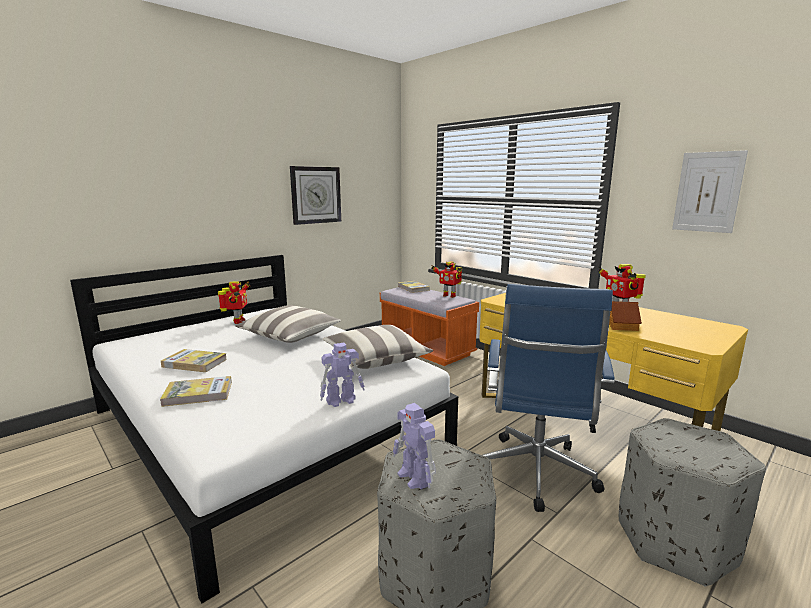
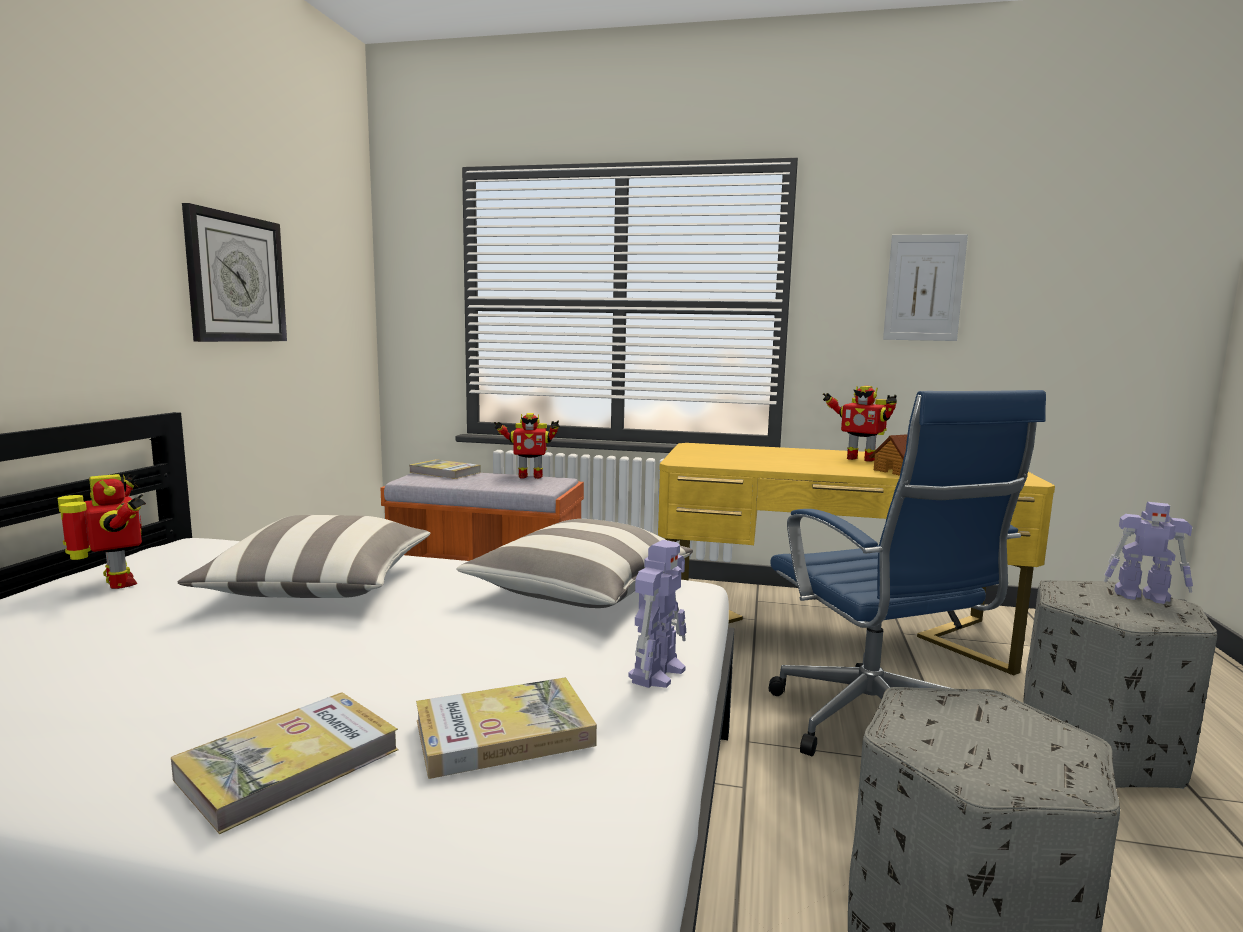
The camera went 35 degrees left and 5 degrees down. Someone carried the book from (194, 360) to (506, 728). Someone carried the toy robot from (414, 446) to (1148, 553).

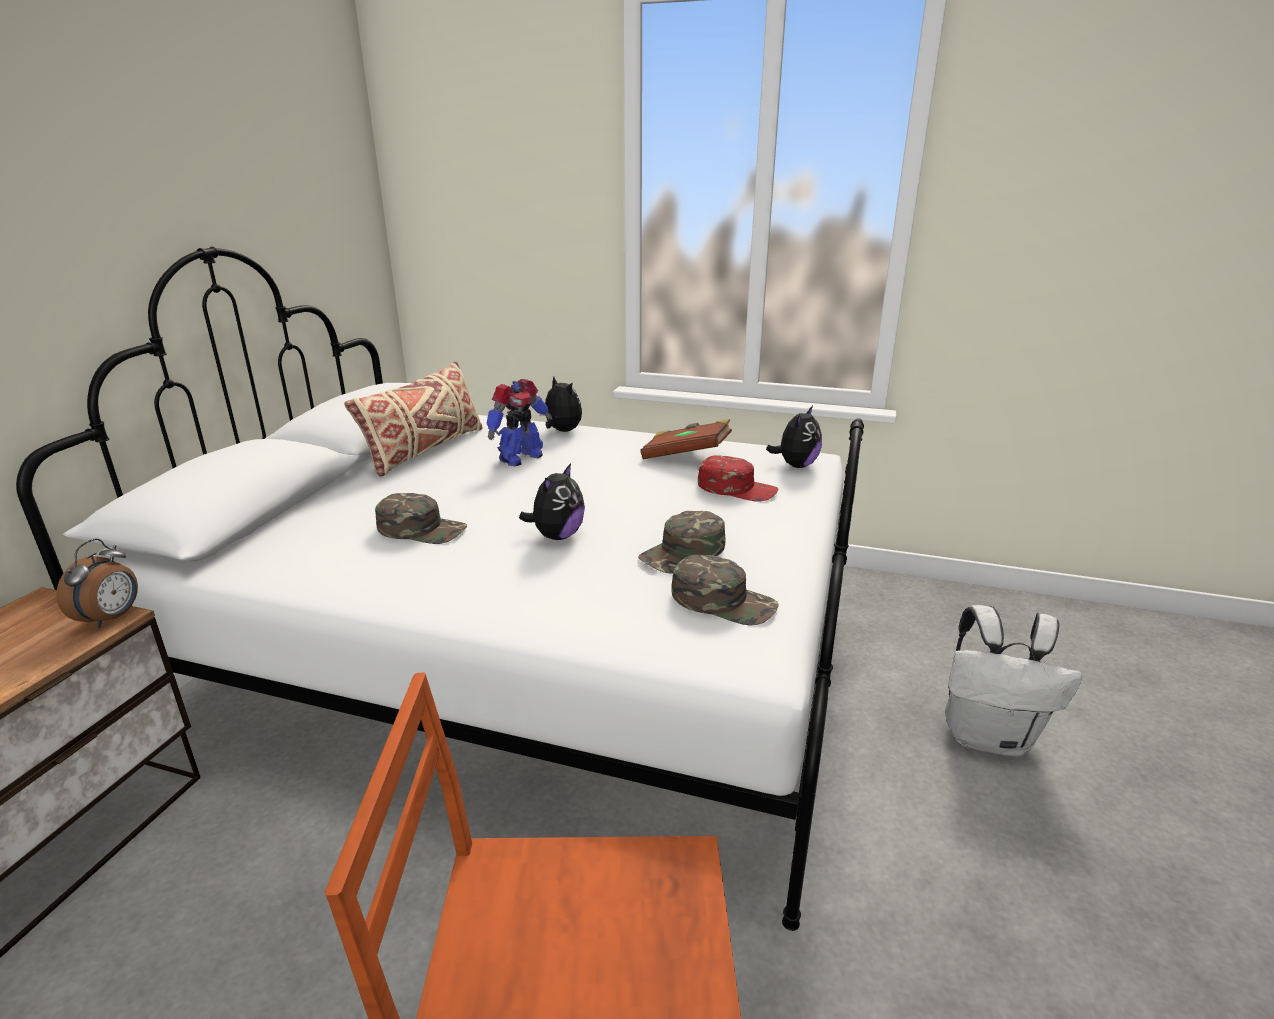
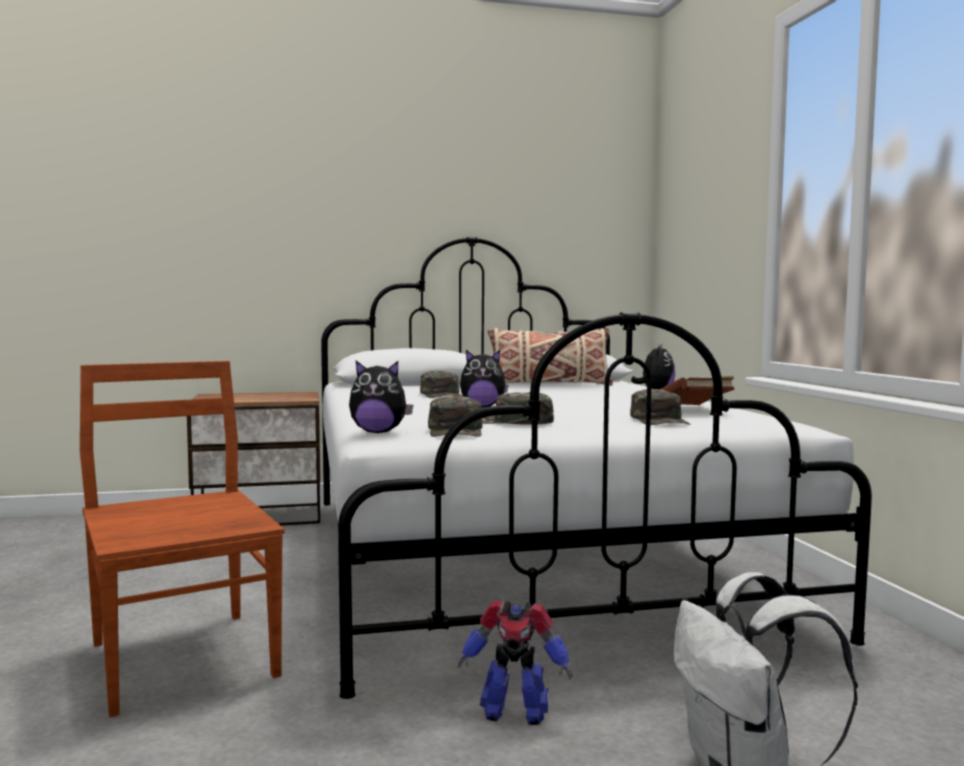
The camera went 60 degrees right and 20 degrees down. Someone took away the alarm clock at (97, 583). Someone carried the toy robot from (519, 422) to (515, 662). Someone repainted the cap (red) at (738, 478), which became the cap (green) at (660, 407). Someone carried the plush toy from (794, 436) to (381, 397).

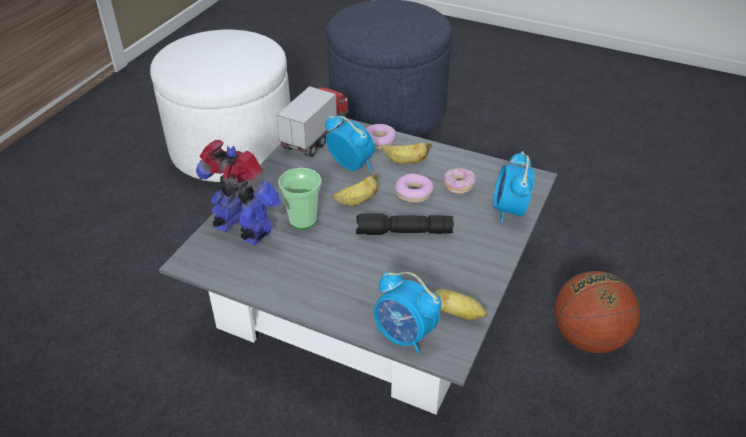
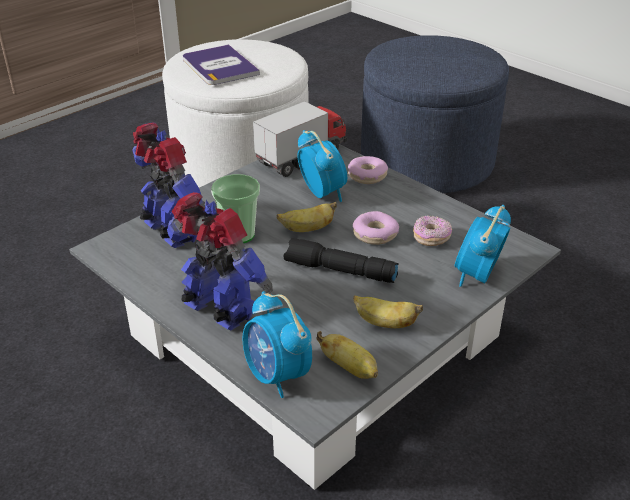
The camera went 20 degrees right and 5 degrees down. Someone carried the banana from (407, 153) to (388, 311). Someone took away the basketball at (597, 312). Someone put down the toy robot at (220, 261). Someone put down the book at (221, 64).

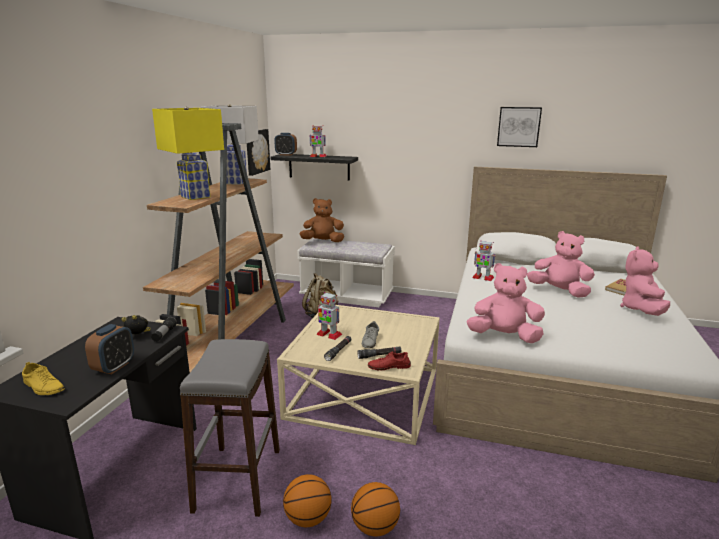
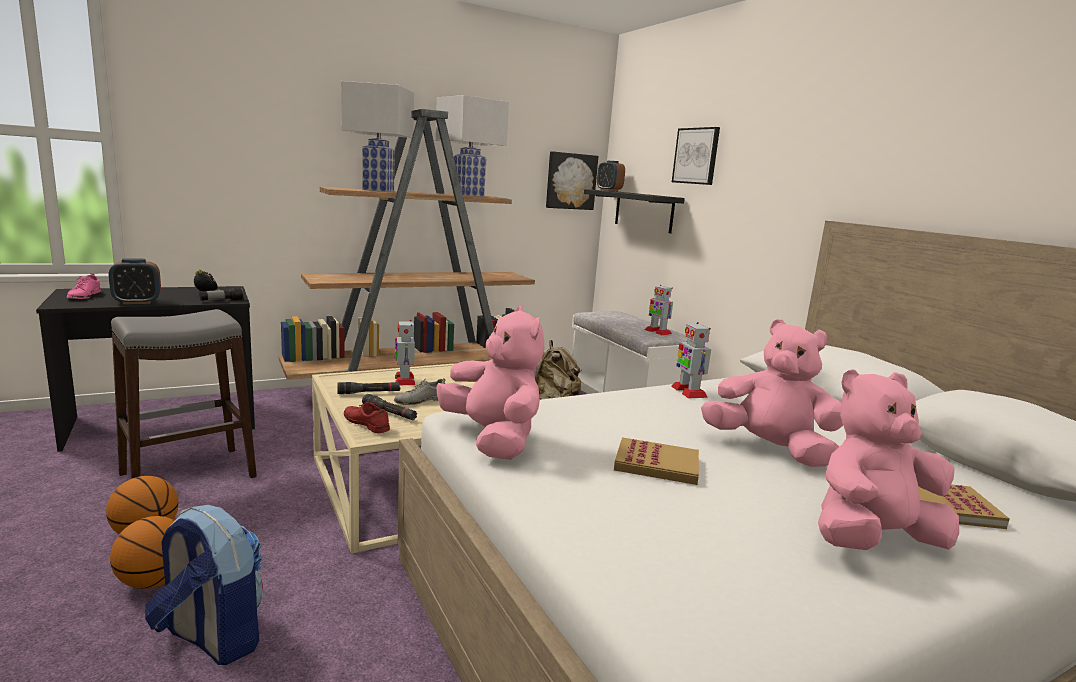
The camera went 45 degrees right and 5 degrees down. Someone repainted the shoe (yellow) at (43, 378), which became the shoe (pink) at (84, 286). Someone repainted the table lamp (yellow) at (188, 153), which became the table lamp (white) at (377, 136). Someone took away the plush toy (brown) at (322, 220). Someone carried the toy robot from (317, 141) to (659, 310). Someone carried the picture from (519, 127) to (696, 156). Someone rotated the plush toy (pink) at (561, 264) by 45 degrees counterclockwise. Someone put down the backpack at (204, 585). Someone put down the book at (656, 461).

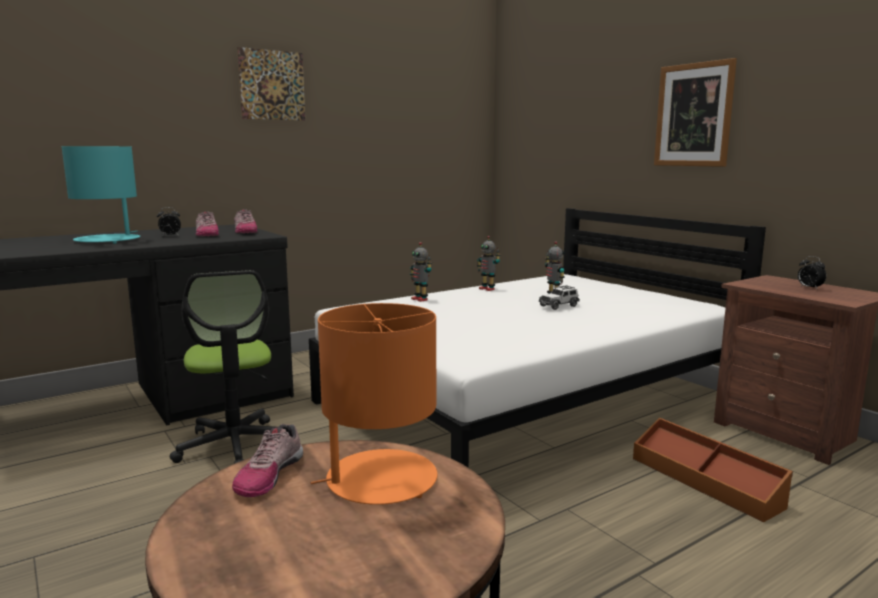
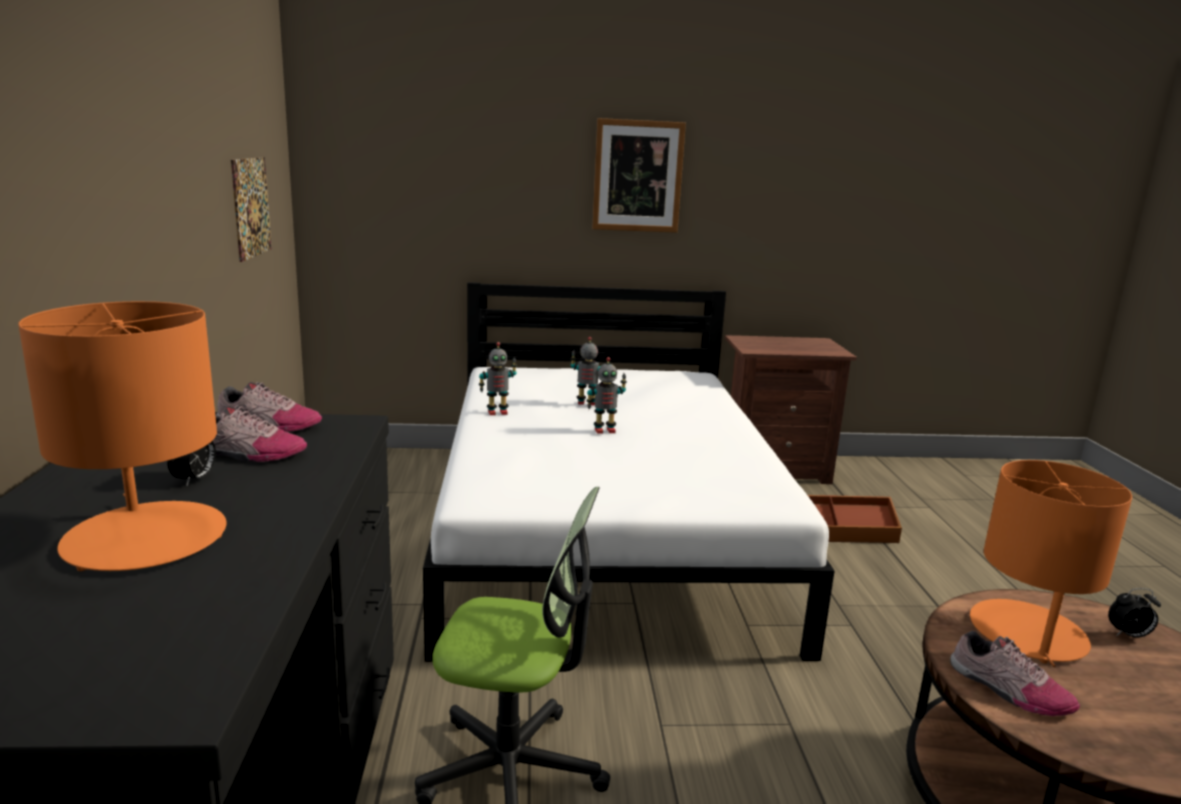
The camera went 60 degrees left and 5 degrees up. Someone repainted the table lamp (turquoise) at (101, 195), which became the table lamp (orange) at (122, 436). Someone carried the picture from (271, 84) to (251, 209). Someone carried the toy robot from (421, 272) to (607, 395). Someone took away the toy car at (559, 297). Someone carried the alarm clock from (812, 272) to (1134, 612).

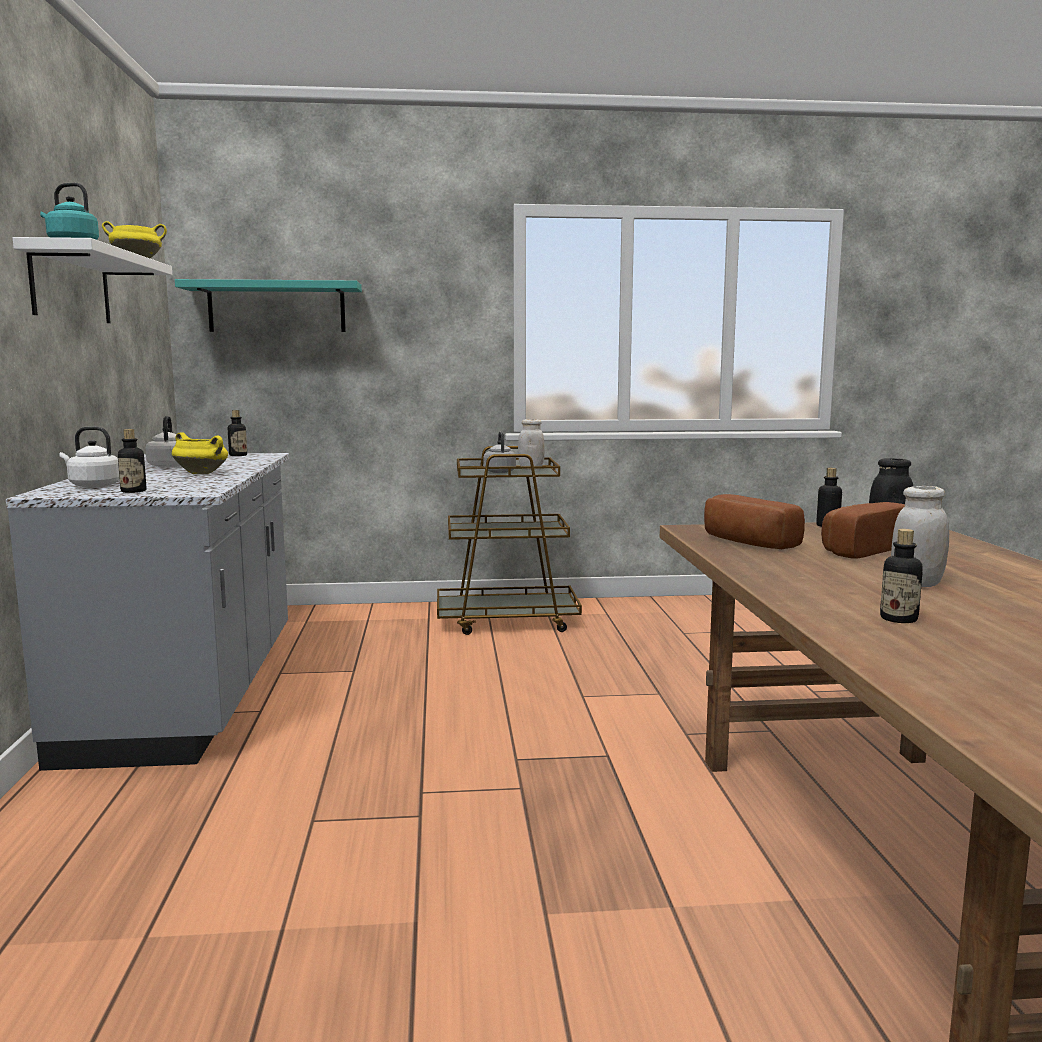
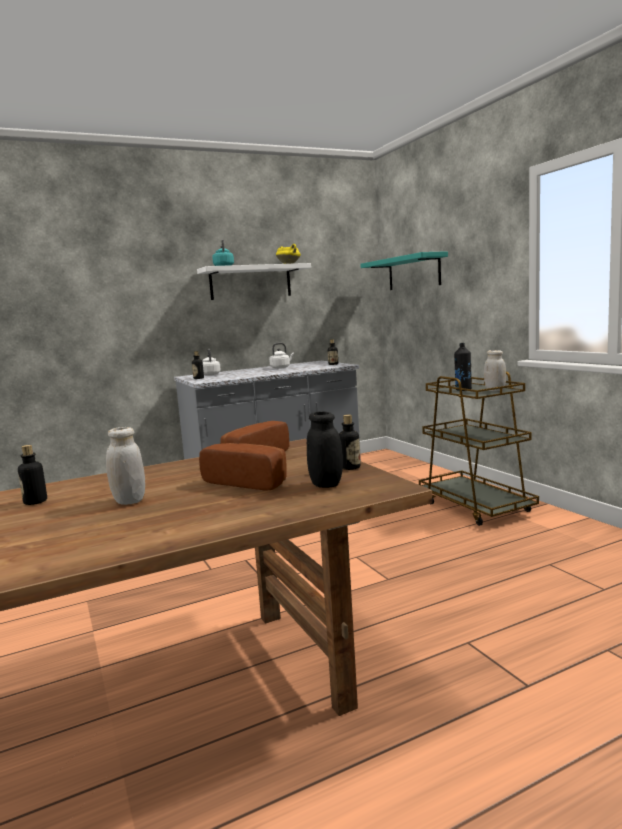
The camera went 70 degrees right and 0 degrees up. Someone took away the cooking pot (yellow) at (200, 453). Someone swapped the kettle (grey) at (500, 452) for the bottle (black) at (463, 367).

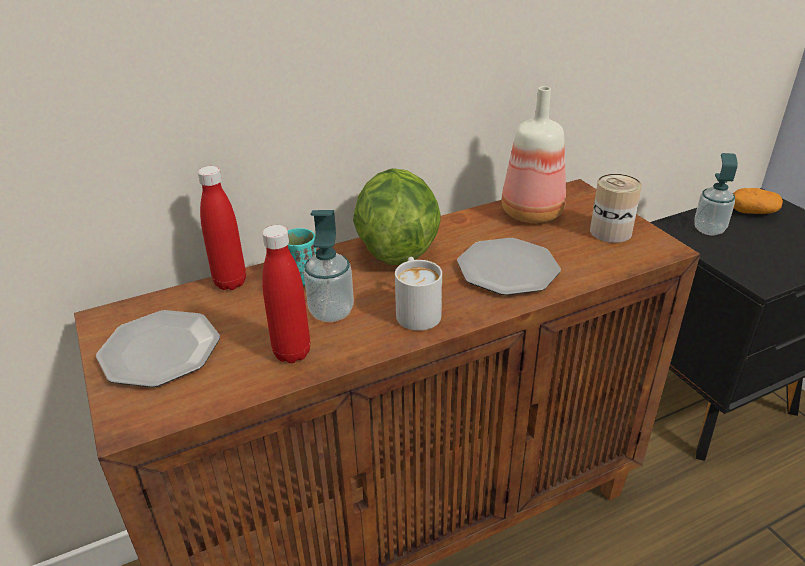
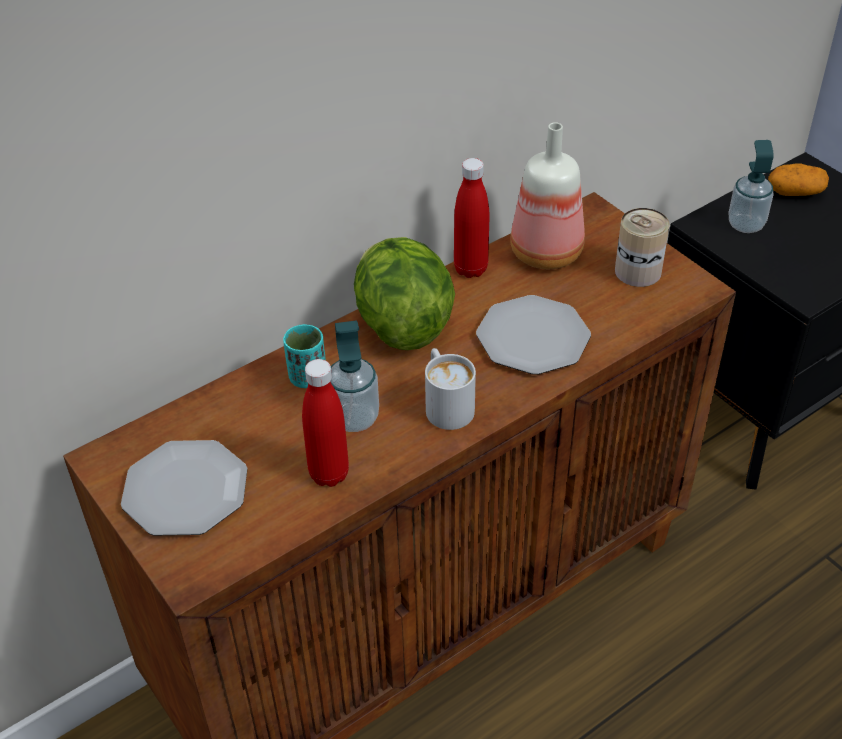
The camera went 10 degrees left and 10 degrees up. Someone carried the bottle (red) from (222, 228) to (471, 218).

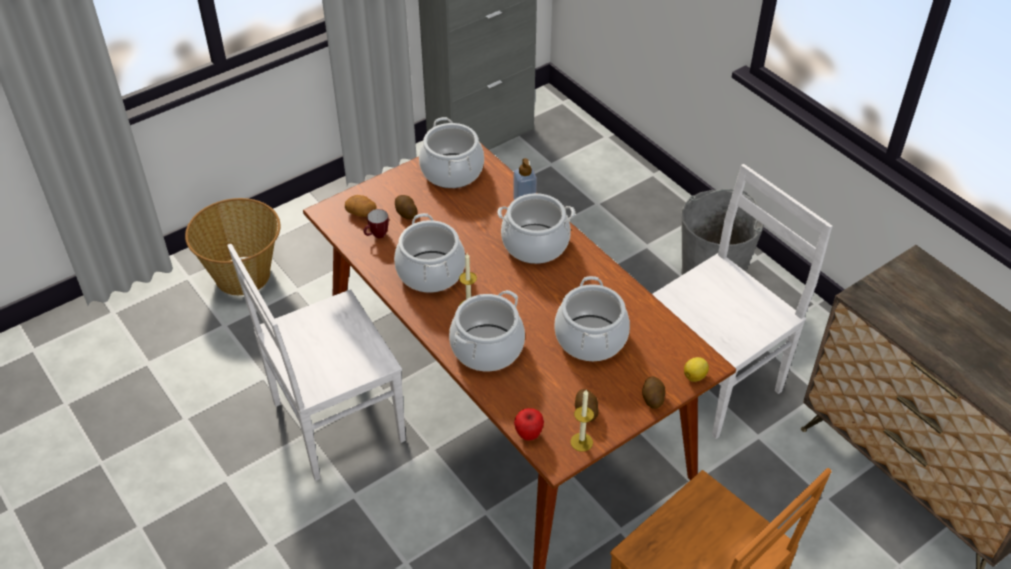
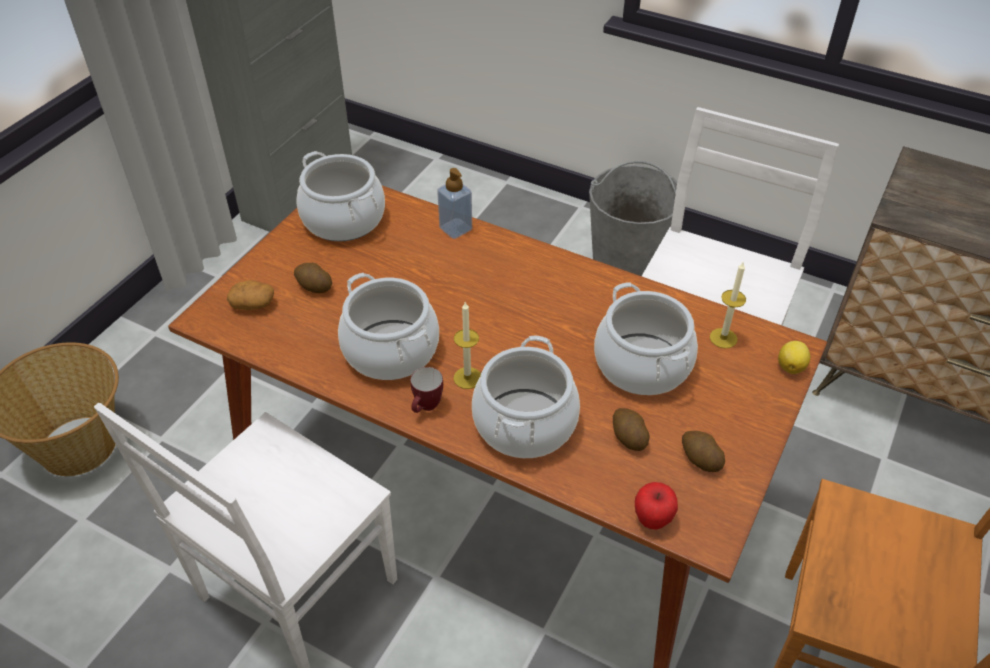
The camera went 25 degrees left and 0 degrees up. Someone carried the mug from (376, 223) to (426, 390). Someone took away the cooking pot at (536, 228). Someone carried the candle from (582, 421) to (728, 305). Someone carried the potato from (653, 392) to (631, 429).

